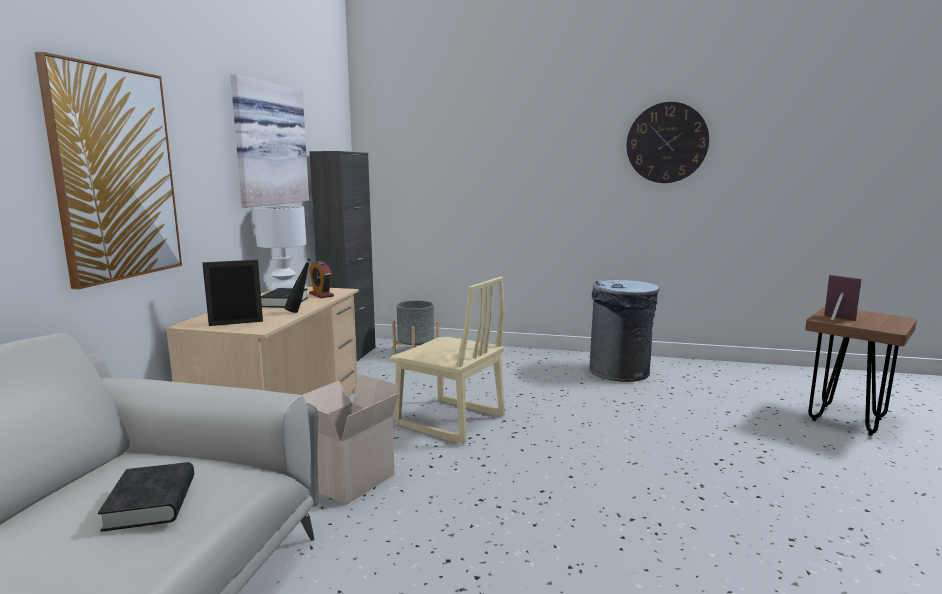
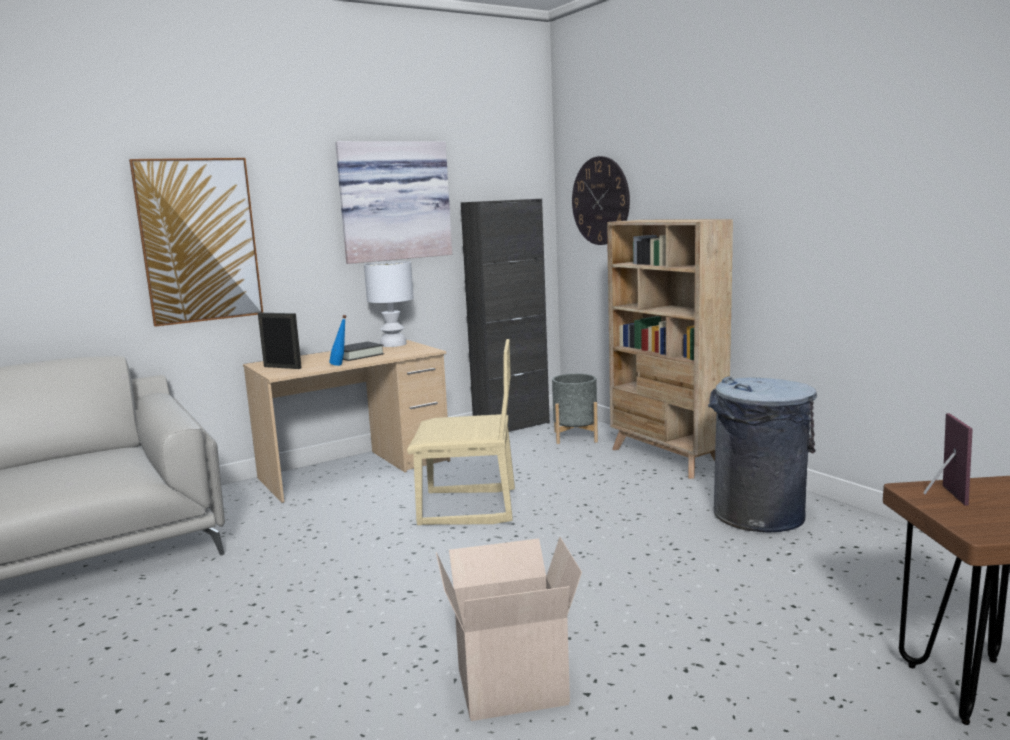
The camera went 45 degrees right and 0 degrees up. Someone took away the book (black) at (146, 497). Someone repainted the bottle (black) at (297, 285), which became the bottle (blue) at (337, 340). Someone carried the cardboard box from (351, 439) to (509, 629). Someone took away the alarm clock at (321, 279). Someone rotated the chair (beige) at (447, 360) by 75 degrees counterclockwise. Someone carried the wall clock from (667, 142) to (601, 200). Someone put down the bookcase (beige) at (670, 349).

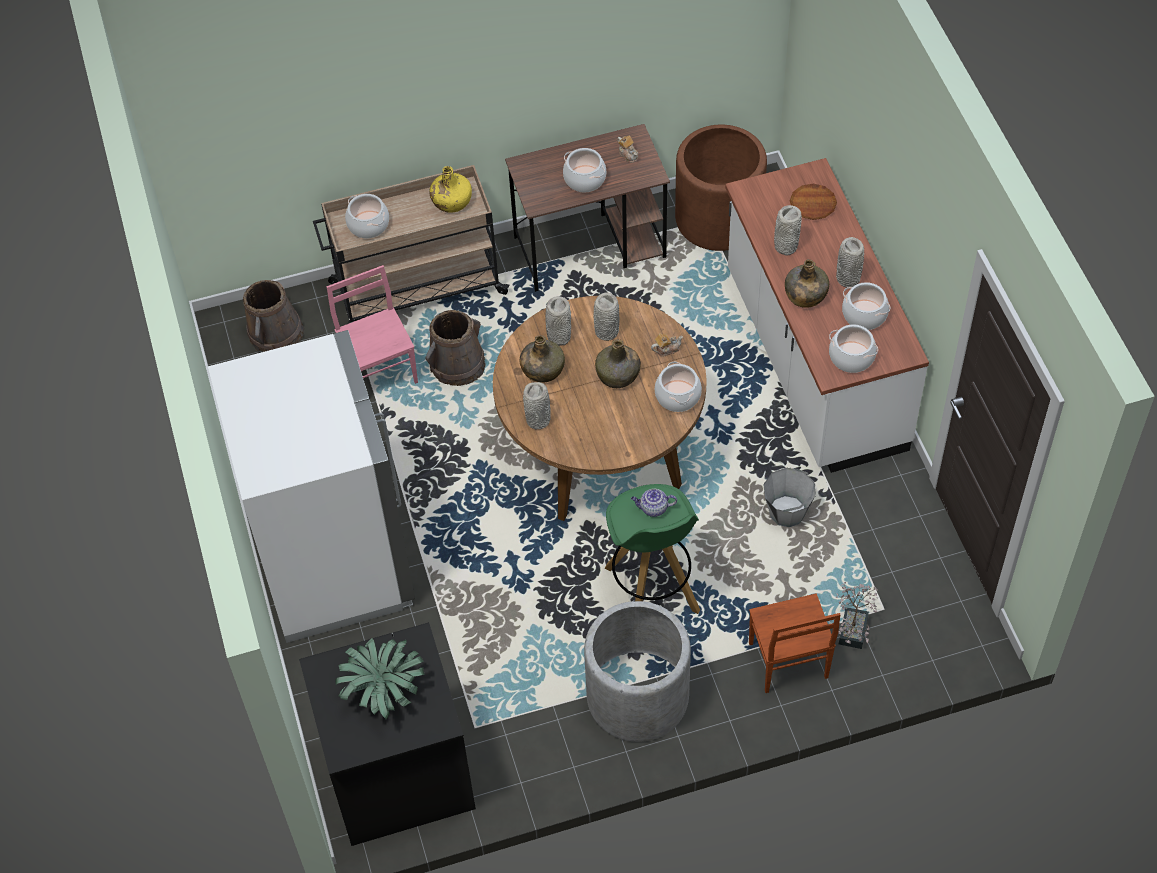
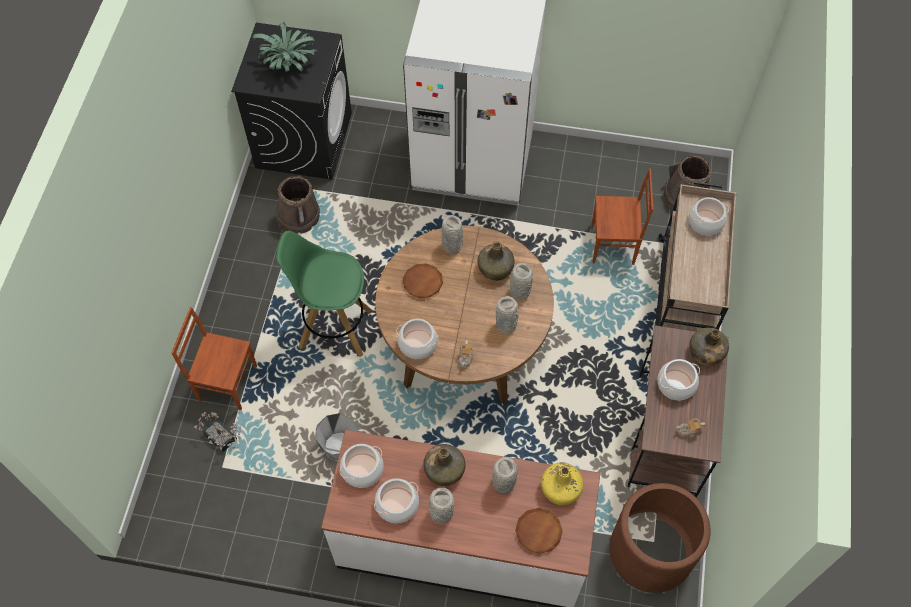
The camera went 115 degrees right and 5 degrees up. Someone repainted the chair (pink) at (372, 324), which became the chair (brown) at (622, 216). Someone carried the bucket (brown) from (456, 348) to (298, 205). Someone carried the bottle (yellow) from (450, 189) to (562, 484). Someone took away the planter (grey) at (637, 671). Someone carried the bottle (green) from (618, 363) to (709, 347). Someone took away the teapot at (654, 503). Someone put down the plate (brown) at (423, 280).

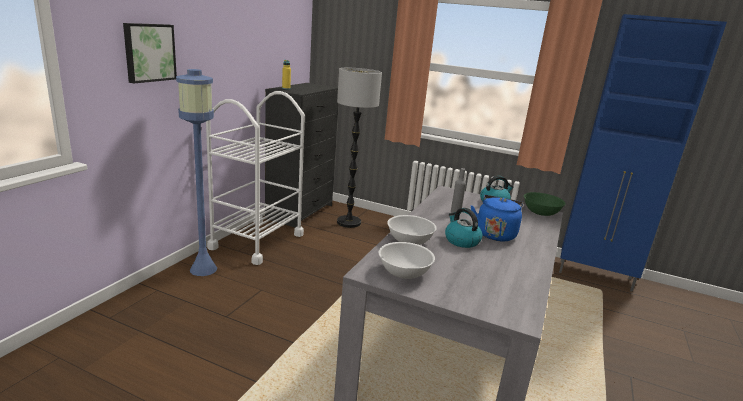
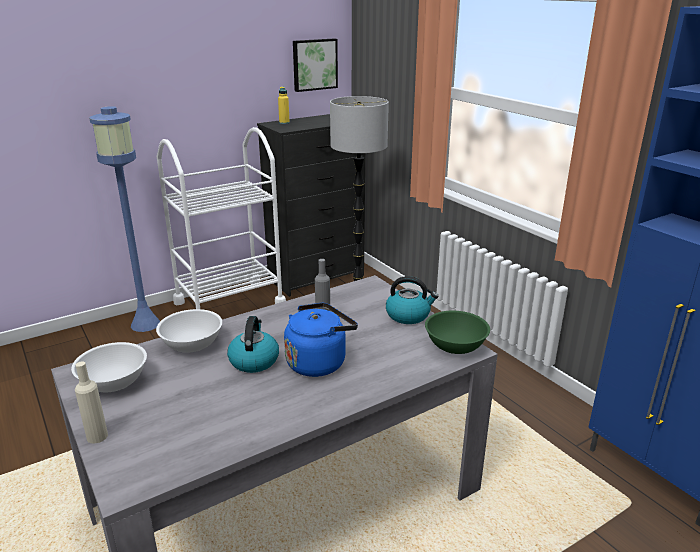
The camera went 35 degrees right and 5 degrees up. Someone carried the picture from (150, 53) to (315, 65). Someone put down the bottle (beige) at (91, 402).

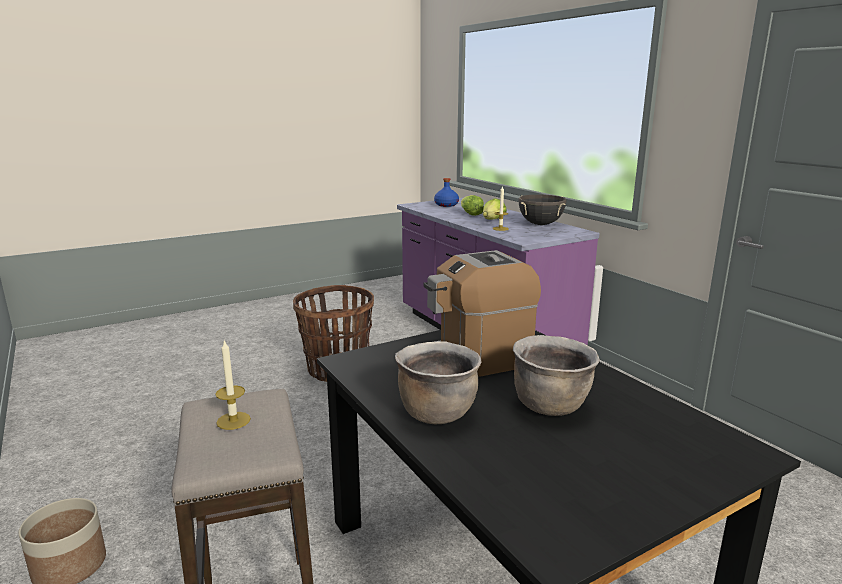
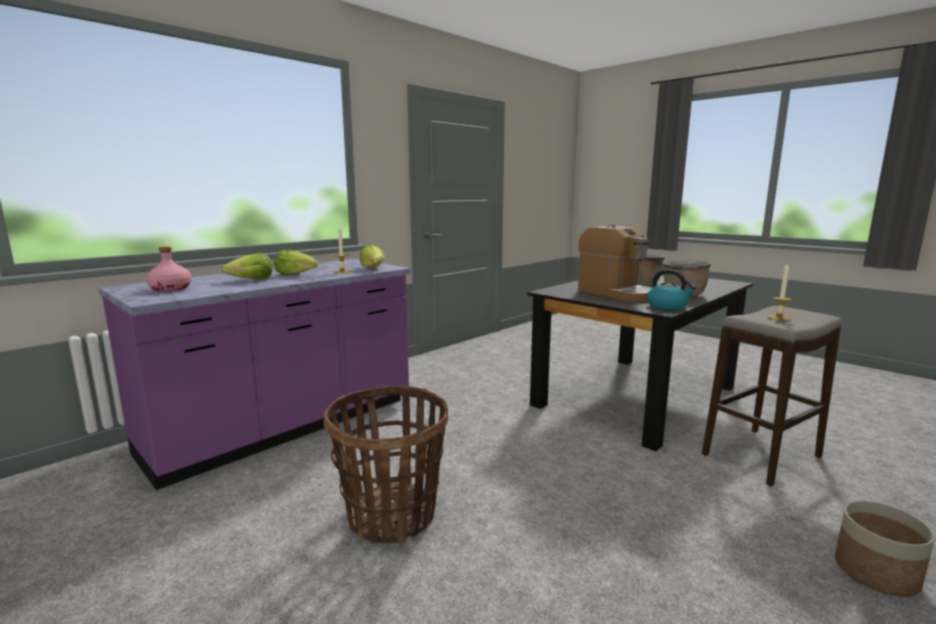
The camera went 105 degrees left and 5 degrees down. Someone repainted the bottle (blue) at (446, 192), which became the bottle (pink) at (169, 268). Someone took away the cooking pot (black) at (542, 209). Someone put down the lettuce at (372, 256). Someone put down the kettle at (671, 289).

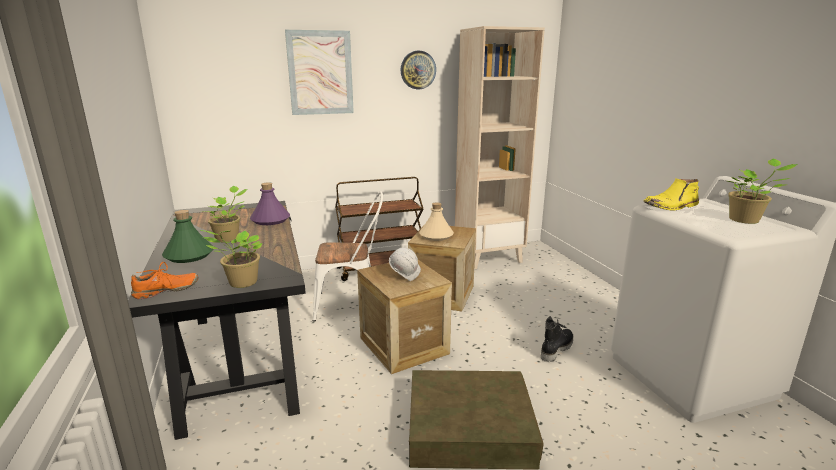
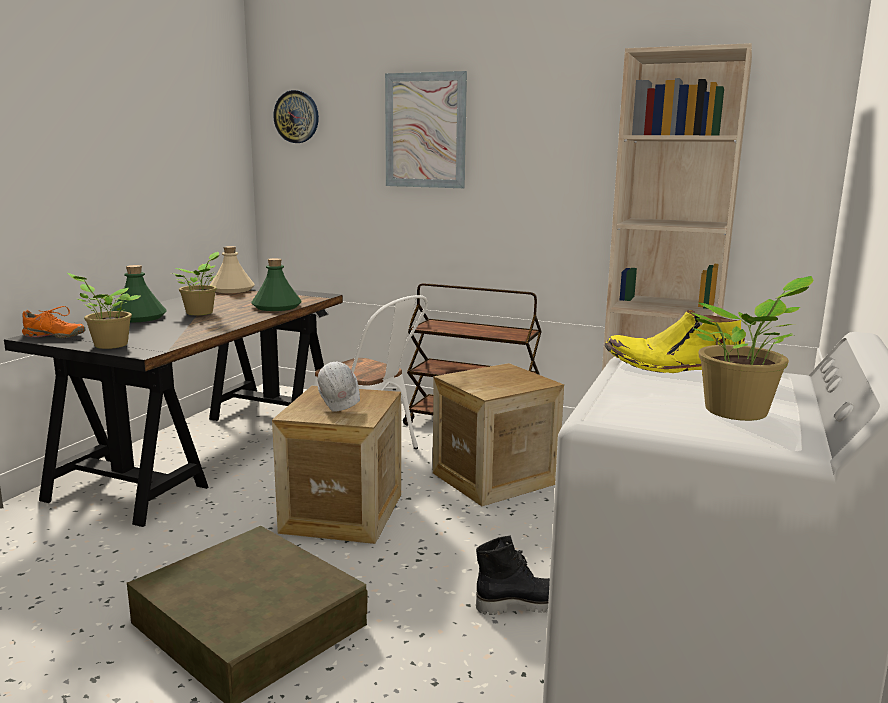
The camera went 40 degrees right and 5 degrees down. Someone repainted the bottle (purple) at (270, 203), which became the bottle (green) at (276, 284). Someone carried the wall clock from (418, 70) to (296, 116). Someone carried the bottle (beige) from (436, 222) to (232, 269).

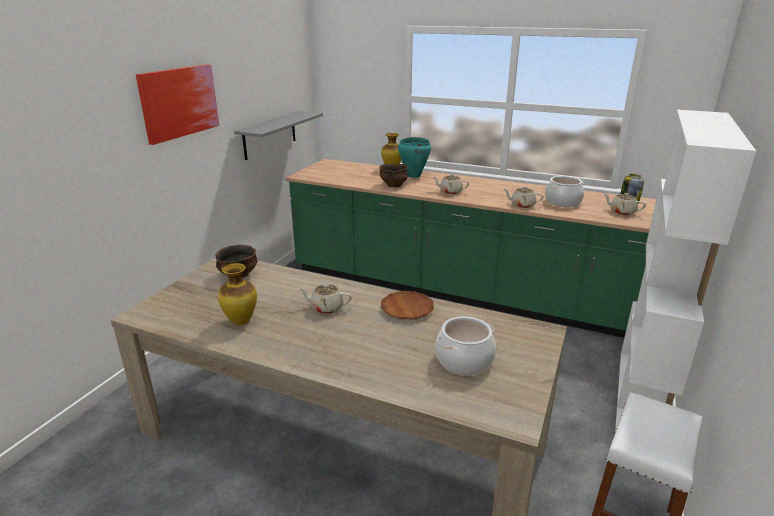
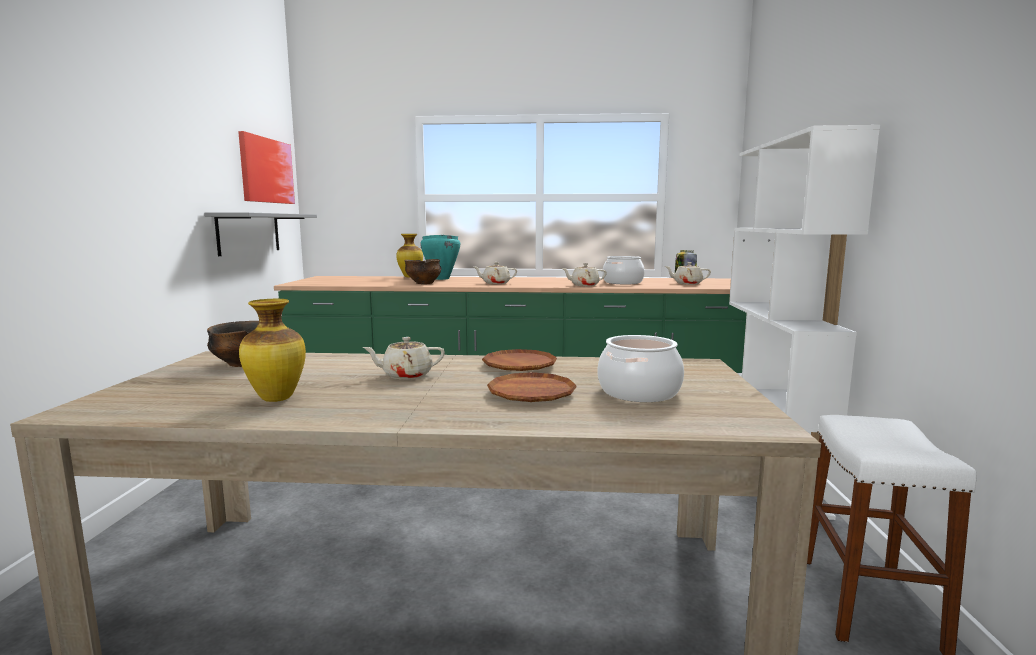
The camera went 20 degrees left and 15 degrees down. Someone carried the picture from (177, 104) to (266, 167). Someone put down the plate (brown) at (532, 387).

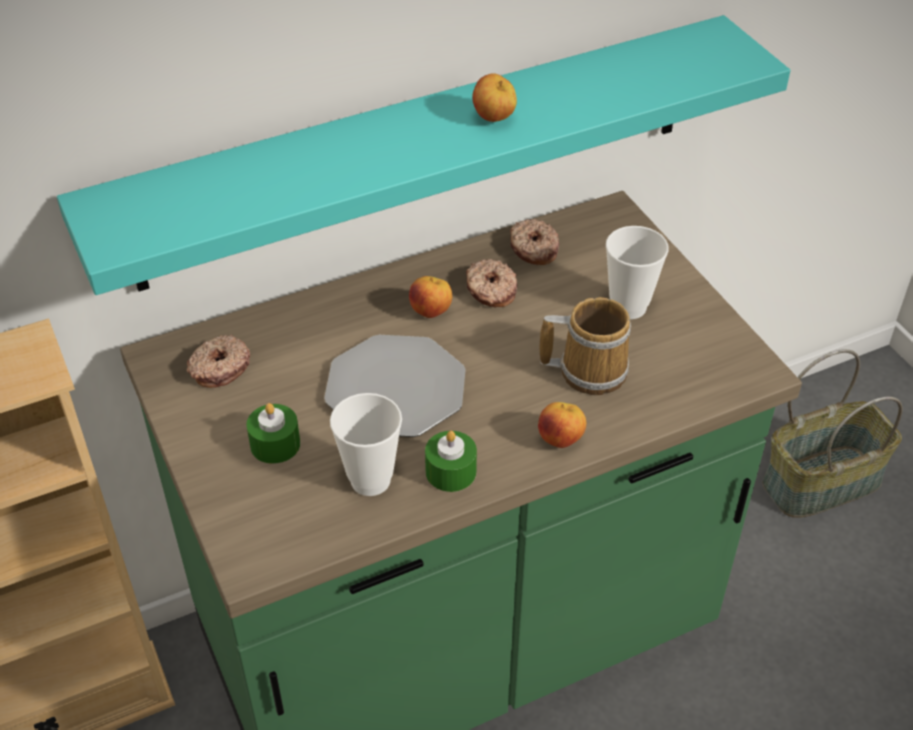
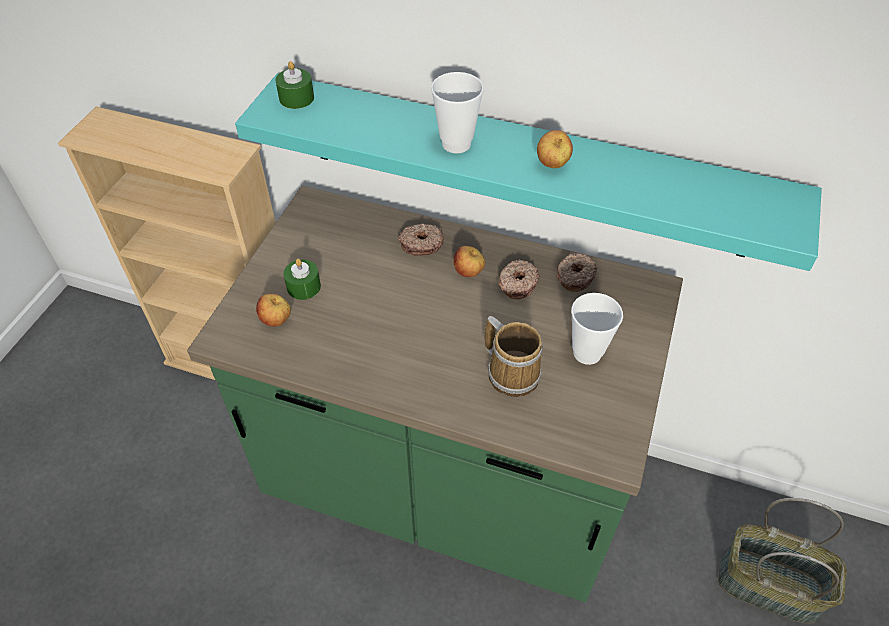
The camera went 45 degrees right and 5 degrees up. Someone carried the donut from (218, 361) to (421, 239). Someone took away the plate at (395, 386). Someone carried the cup from (366, 444) to (457, 112). Someone carried the candle (green) from (451, 461) to (294, 85). Someone carried the apple from (562, 425) to (273, 310).

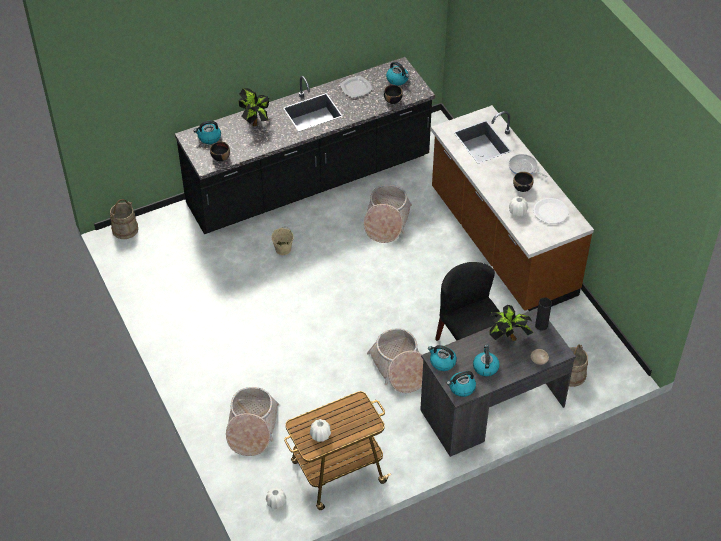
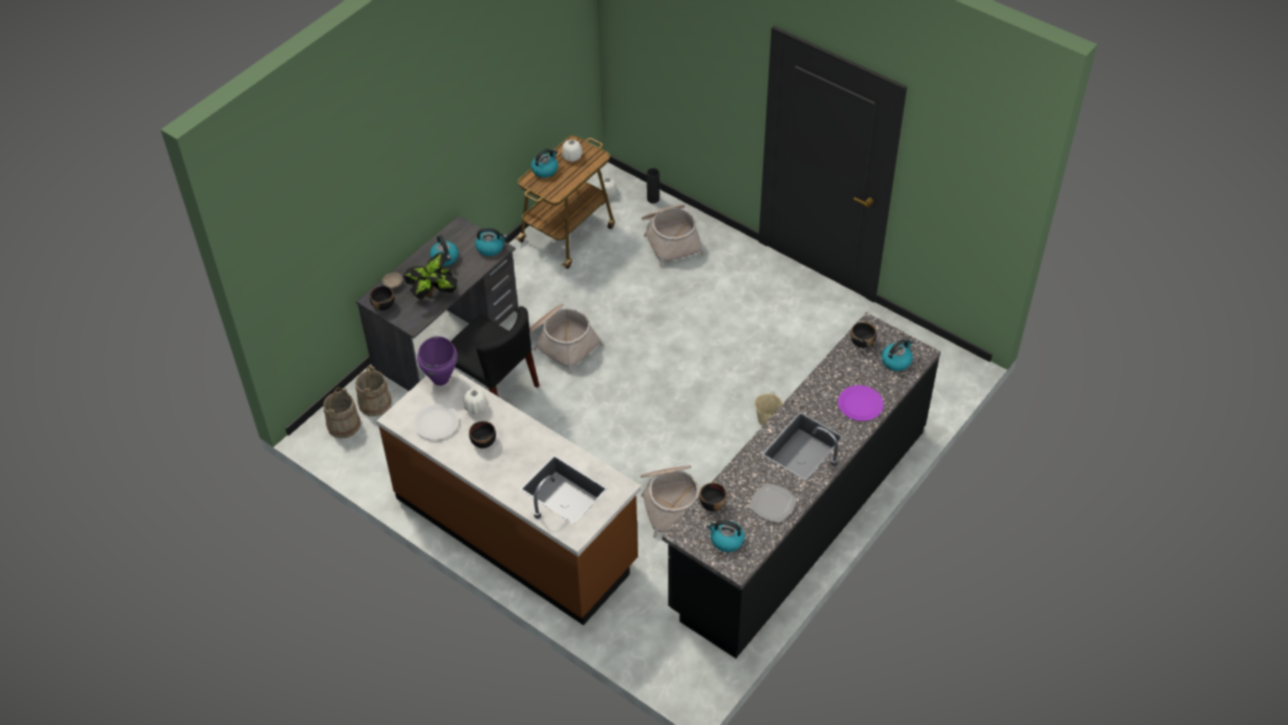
The camera went 155 degrees right and 0 degrees up. Someone carried the bucket (beige) from (124, 219) to (342, 412). Someone swapped the potted plant at (254, 107) for the plate (purple) at (860, 403). Someone carried the kettle from (461, 384) to (544, 163). Someone took away the frying pan at (528, 165). Someone carried the vase (black) from (543, 314) to (653, 185). Someone put down the bowl (black) at (382, 298). Someone put down the cooking pot (purple) at (437, 361).

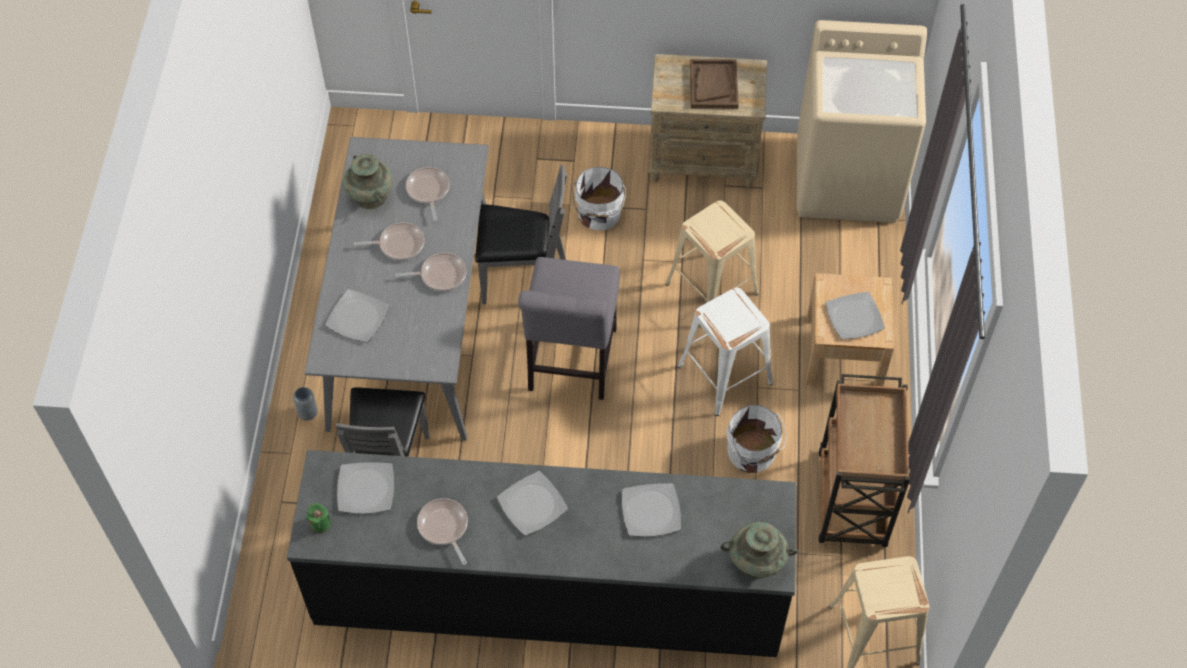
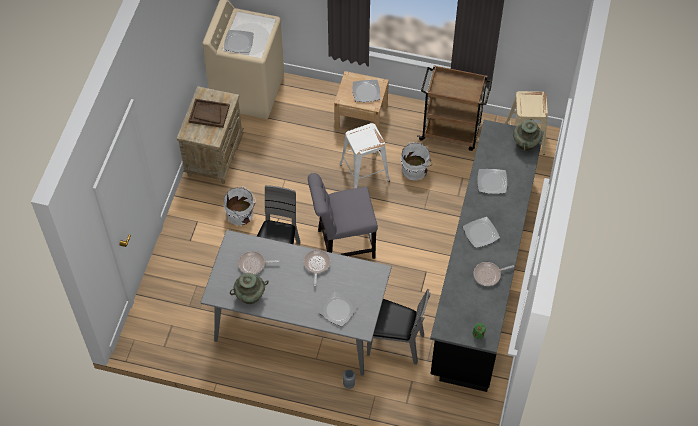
The camera went 80 degrees left and 0 degrees up. Someone carried the plate from (365, 488) to (238, 41). Someone took away the frying pan at (389, 241). Someone rotated the chair (grey) at (569, 328) by 150 degrees clockwise. Someone took away the stool (beige) at (712, 251).

